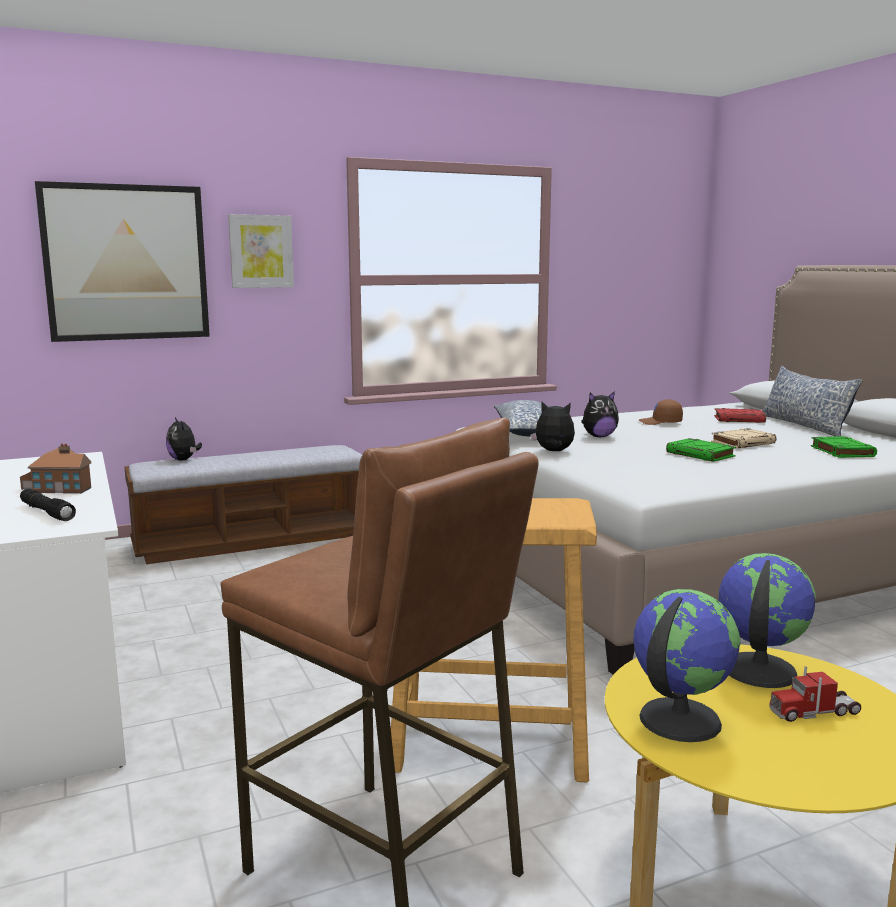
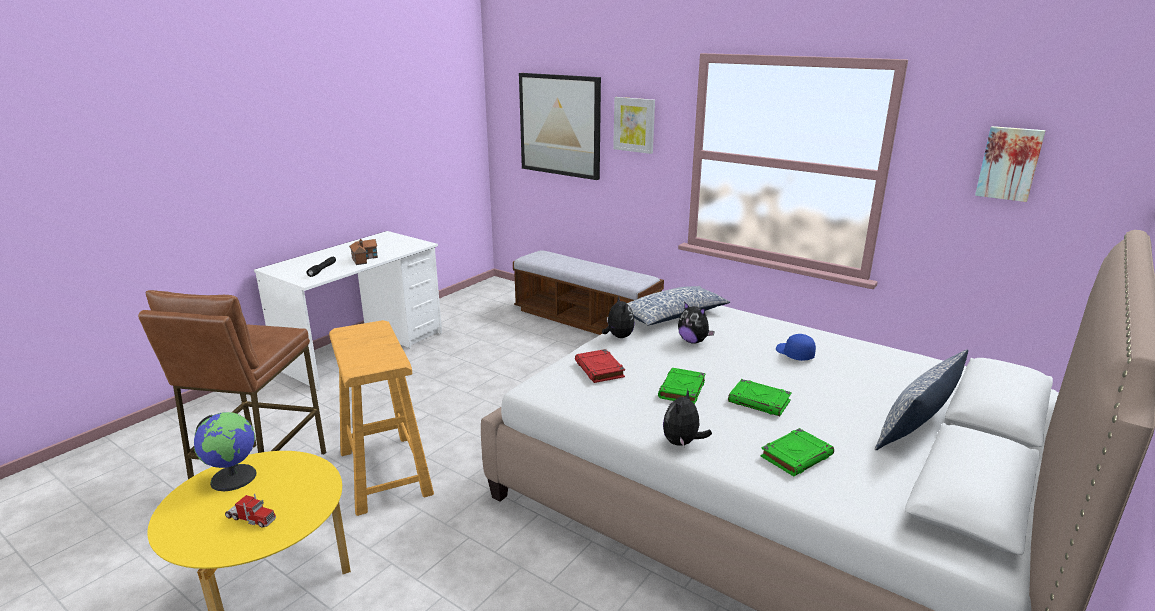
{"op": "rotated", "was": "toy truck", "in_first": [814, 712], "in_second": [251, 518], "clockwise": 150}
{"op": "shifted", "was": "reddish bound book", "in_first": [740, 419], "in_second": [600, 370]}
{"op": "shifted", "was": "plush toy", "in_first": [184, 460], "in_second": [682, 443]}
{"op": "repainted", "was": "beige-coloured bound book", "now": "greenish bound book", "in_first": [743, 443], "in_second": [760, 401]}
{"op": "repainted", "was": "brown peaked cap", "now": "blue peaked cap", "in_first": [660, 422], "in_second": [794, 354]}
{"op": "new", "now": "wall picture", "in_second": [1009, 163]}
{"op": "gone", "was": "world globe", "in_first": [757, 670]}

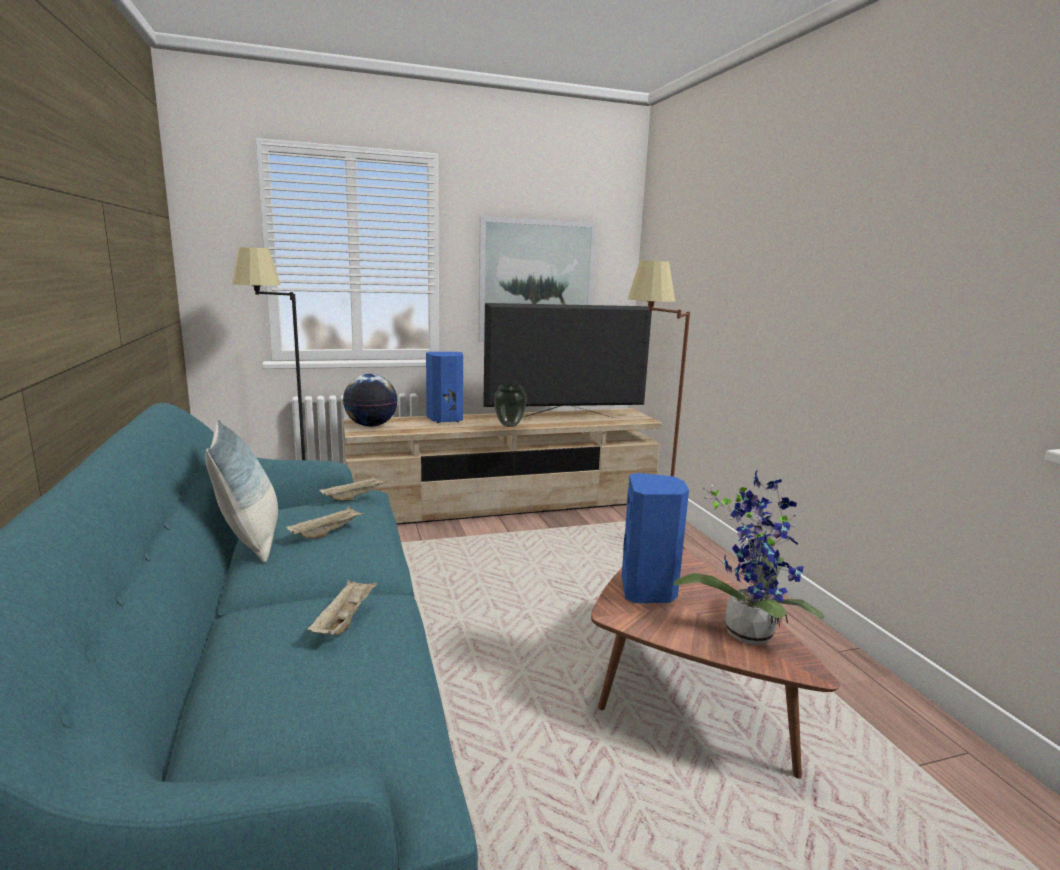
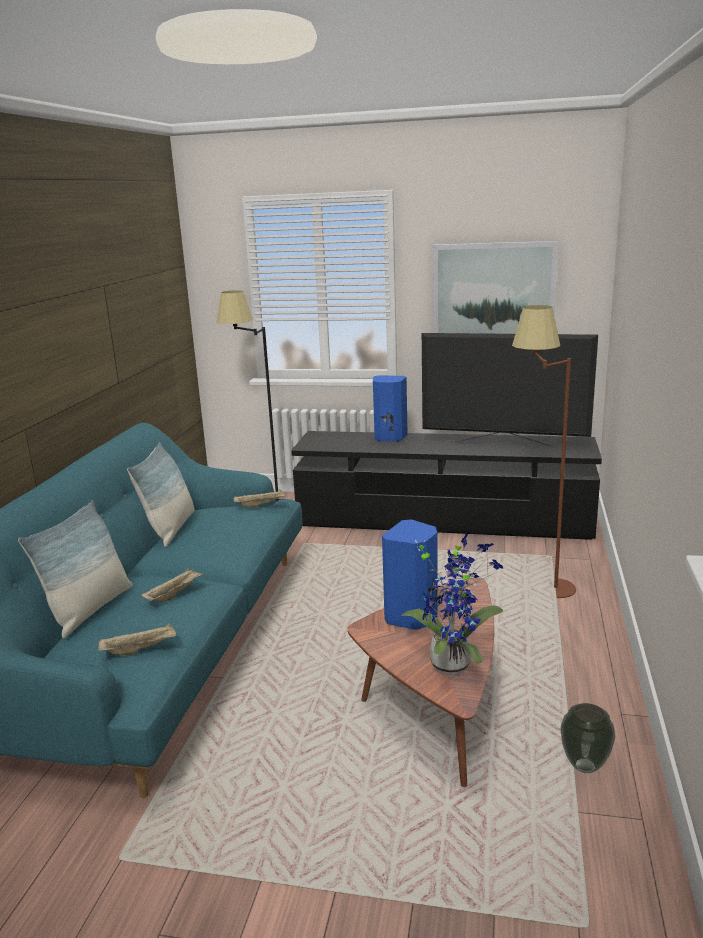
{"op": "new", "now": "throw pillow", "in_second": [89, 609]}
{"op": "shifted", "was": "beige-coloured serving tray", "in_first": [327, 533], "in_second": [140, 649]}
{"op": "repainted", "was": "beige-coloured tv stand", "now": "black-coloured tv stand", "in_first": [504, 503], "in_second": [443, 520]}
{"op": "shifted", "was": "vase", "in_first": [510, 425], "in_second": [585, 766]}
{"op": "gone", "was": "world globe", "in_first": [371, 425]}

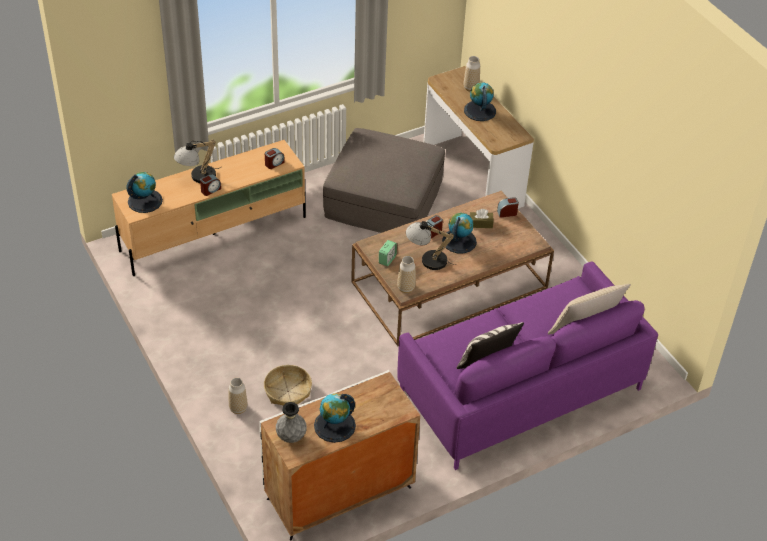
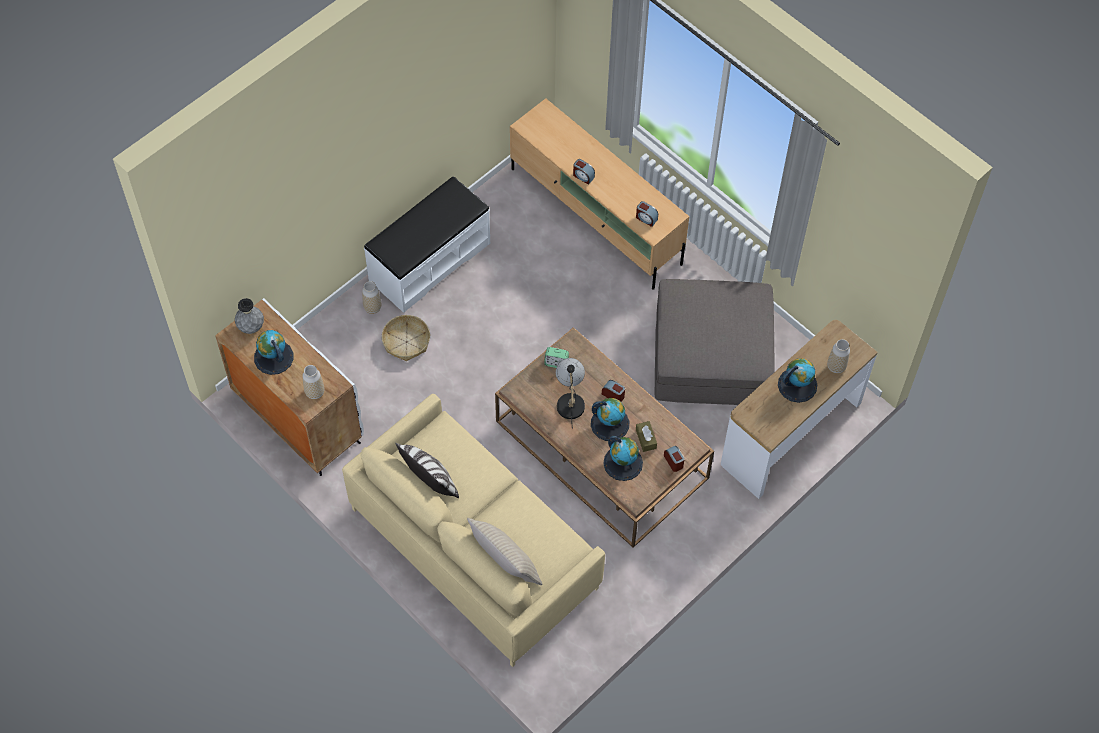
{"op": "shifted", "was": "vase", "in_first": [406, 288], "in_second": [315, 392]}
{"op": "repainted", "was": "purple-coloured couch", "now": "beige-coloured couch", "in_first": [520, 389], "in_second": [474, 548]}
{"op": "new", "now": "whitish long seat", "in_second": [429, 261]}
{"op": "shifted", "was": "world globe", "in_first": [145, 201], "in_second": [623, 463]}
{"op": "gone", "was": "table lamp", "in_first": [197, 178]}

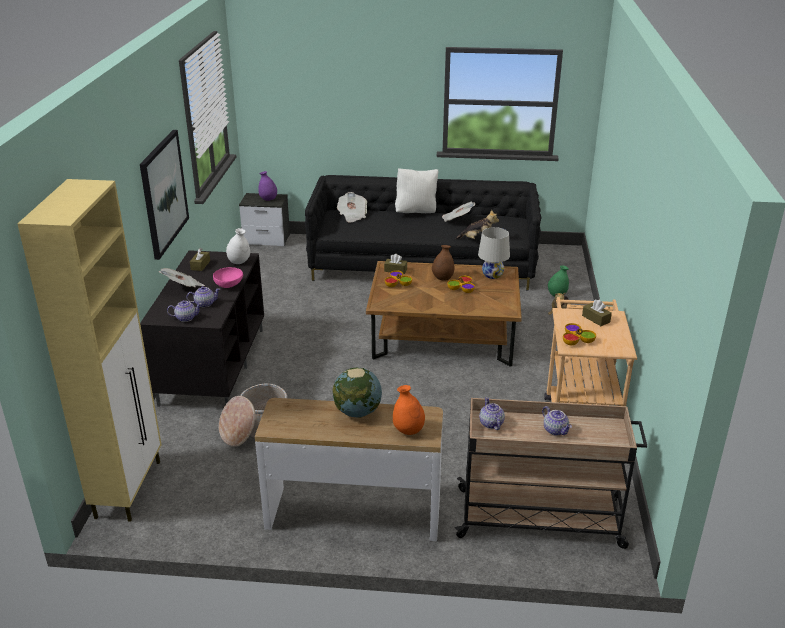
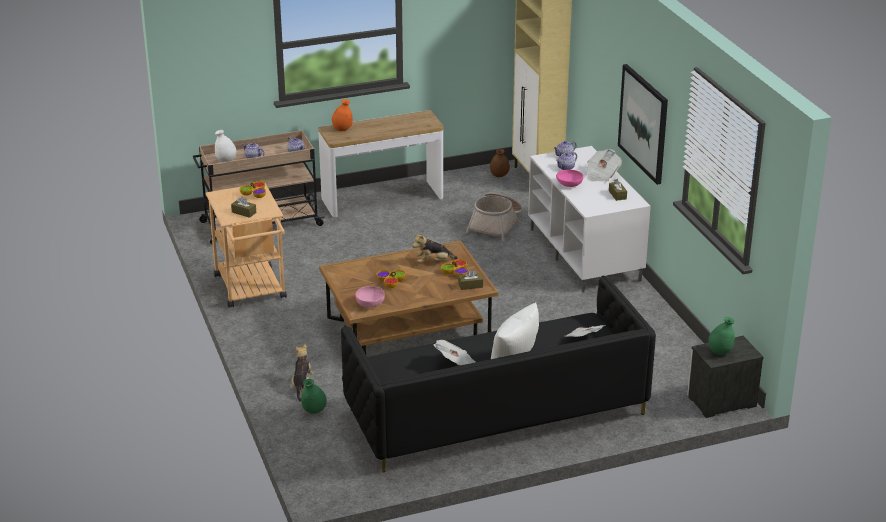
{"op": "shifted", "was": "whitish vase", "in_first": [239, 262], "in_second": [226, 161]}
{"op": "swapped", "was": "whitish table lamp", "now": "pinkish bowl", "in_first": [492, 275], "in_second": [370, 304]}
{"op": "shifted", "was": "plush toy", "in_first": [477, 240], "in_second": [433, 262]}
{"op": "shifted", "was": "brown vase", "in_first": [442, 278], "in_second": [499, 175]}
{"op": "repainted", "was": "black-coloured tv stand", "now": "whitish tv stand", "in_first": [212, 365], "in_second": [586, 255]}
{"op": "repainted", "was": "purple-coloured vase", "now": "greenish vase", "in_first": [268, 199], "in_second": [720, 352]}
{"op": "gone", "was": "world globe", "in_first": [357, 412]}

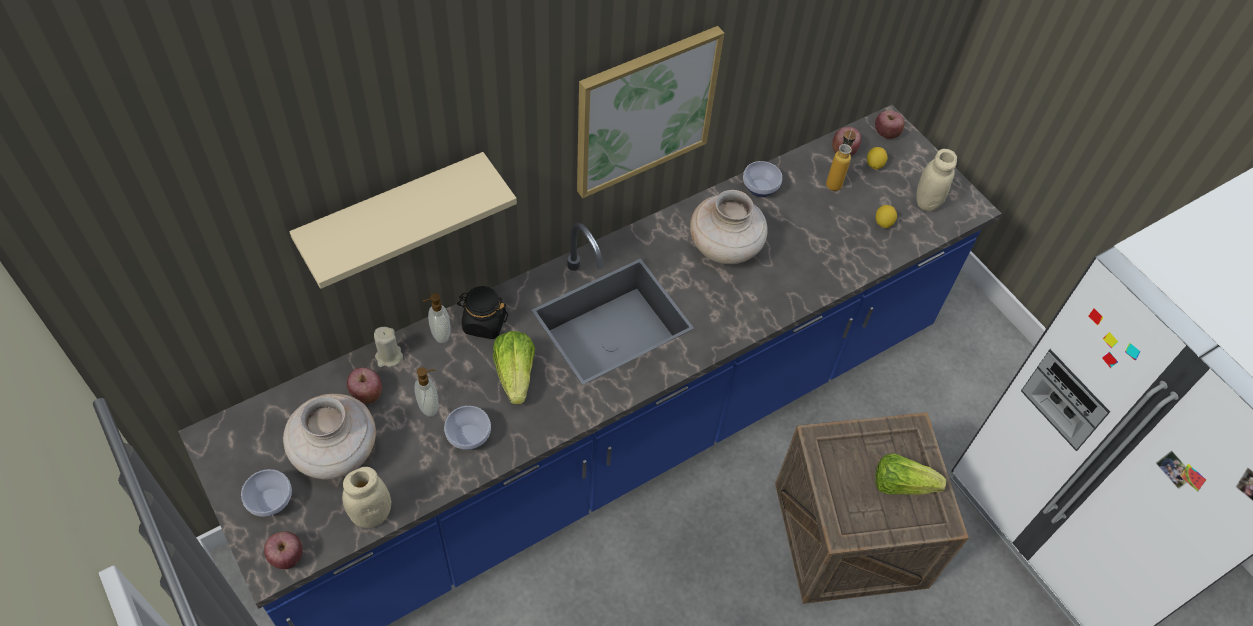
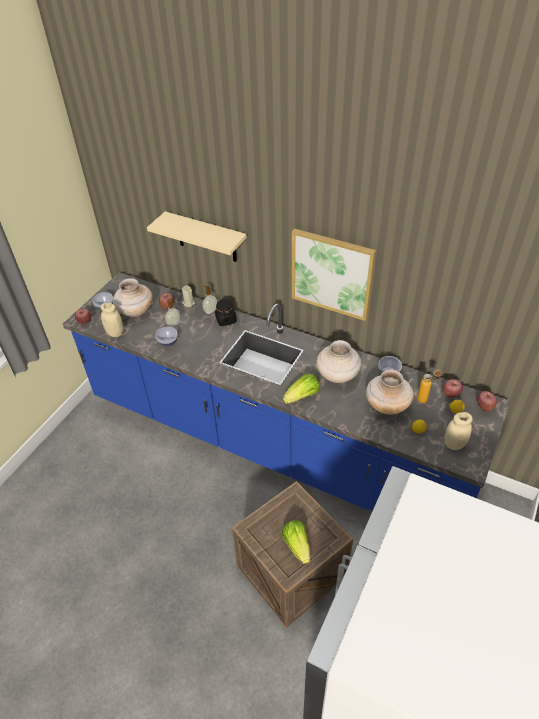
{"op": "shifted", "was": "head of lettuce", "in_first": [515, 374], "in_second": [302, 396]}
{"op": "new", "now": "beige-coloured vase", "in_second": [387, 405]}

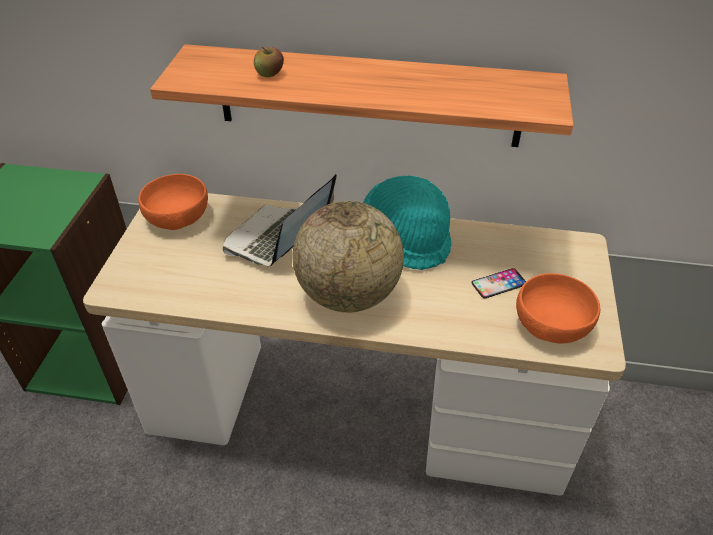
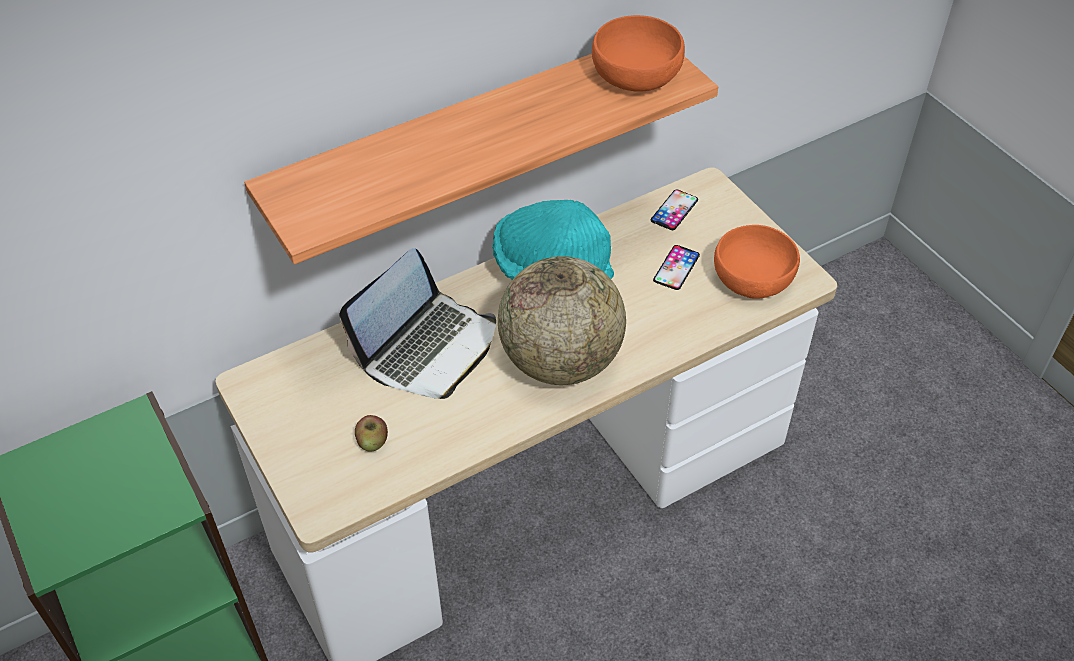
{"op": "rotated", "was": "notebook computer", "in_first": [278, 238], "in_second": [428, 347], "clockwise": -135}
{"op": "shifted", "was": "whole apple", "in_first": [270, 74], "in_second": [372, 442]}
{"op": "shifted", "was": "orangey bowl", "in_first": [178, 216], "in_second": [635, 75]}
{"op": "new", "now": "handset", "in_second": [674, 210]}

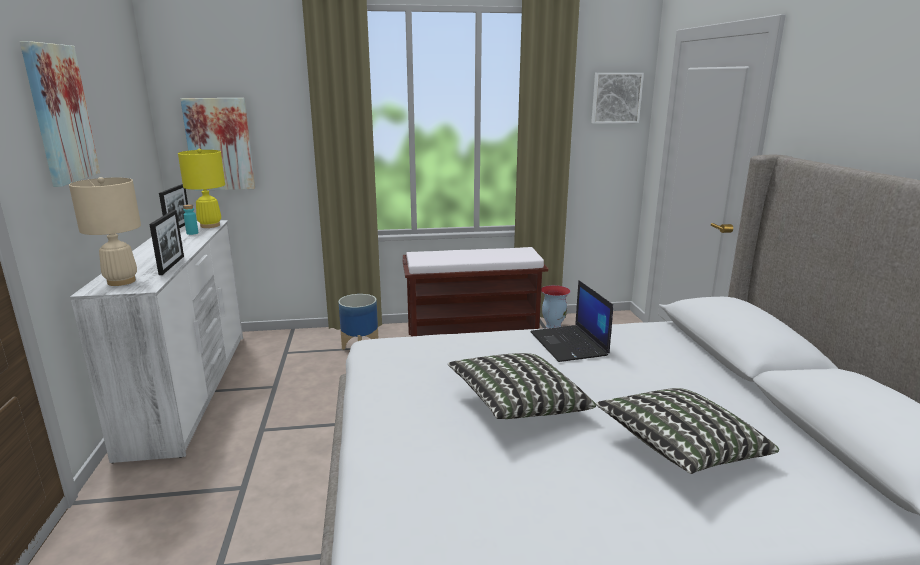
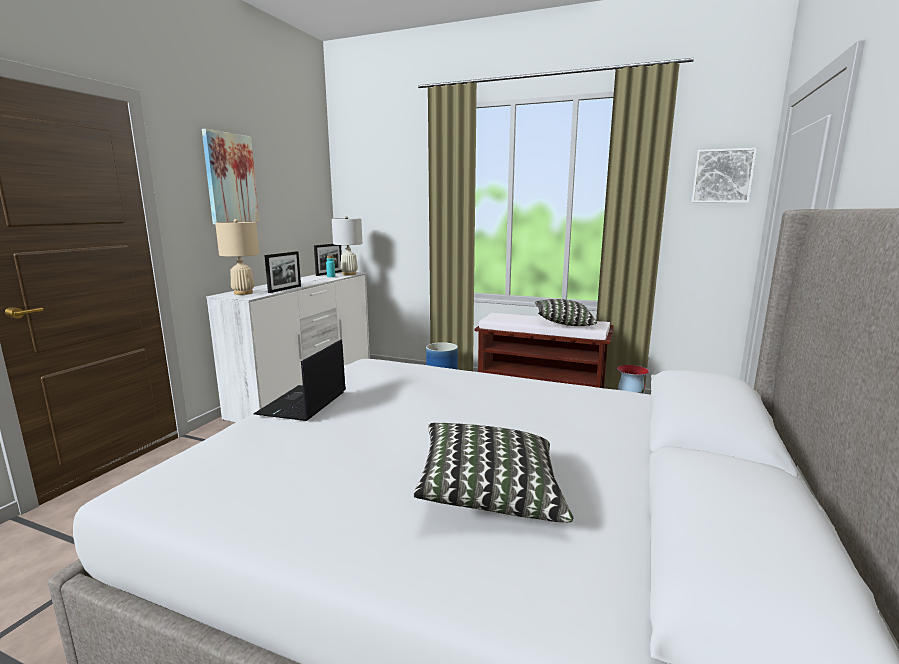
{"op": "shifted", "was": "notebook computer", "in_first": [570, 344], "in_second": [303, 404]}
{"op": "repainted", "was": "yellow table lamp", "now": "whitish table lamp", "in_first": [210, 225], "in_second": [349, 274]}
{"op": "shifted", "was": "throw pillow", "in_first": [517, 405], "in_second": [563, 324]}
{"op": "gone", "was": "wall picture", "in_first": [219, 144]}

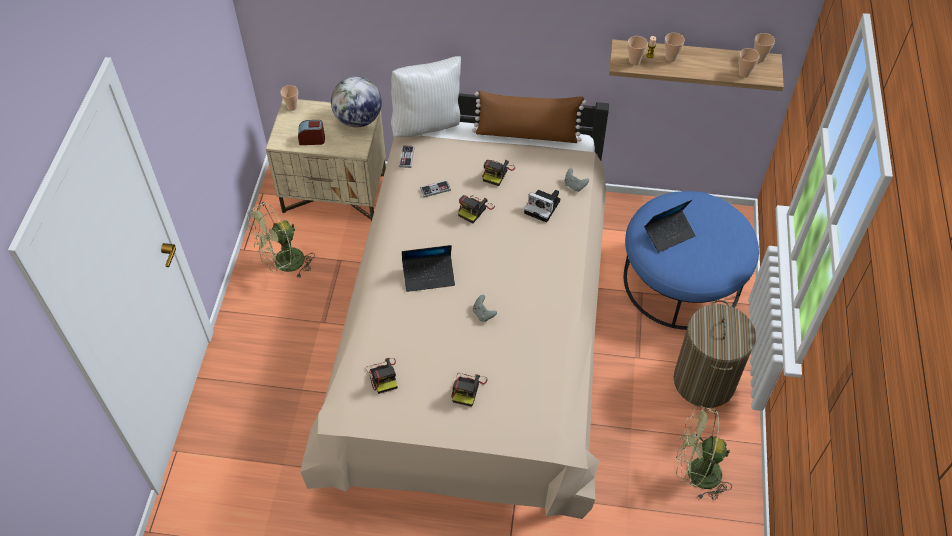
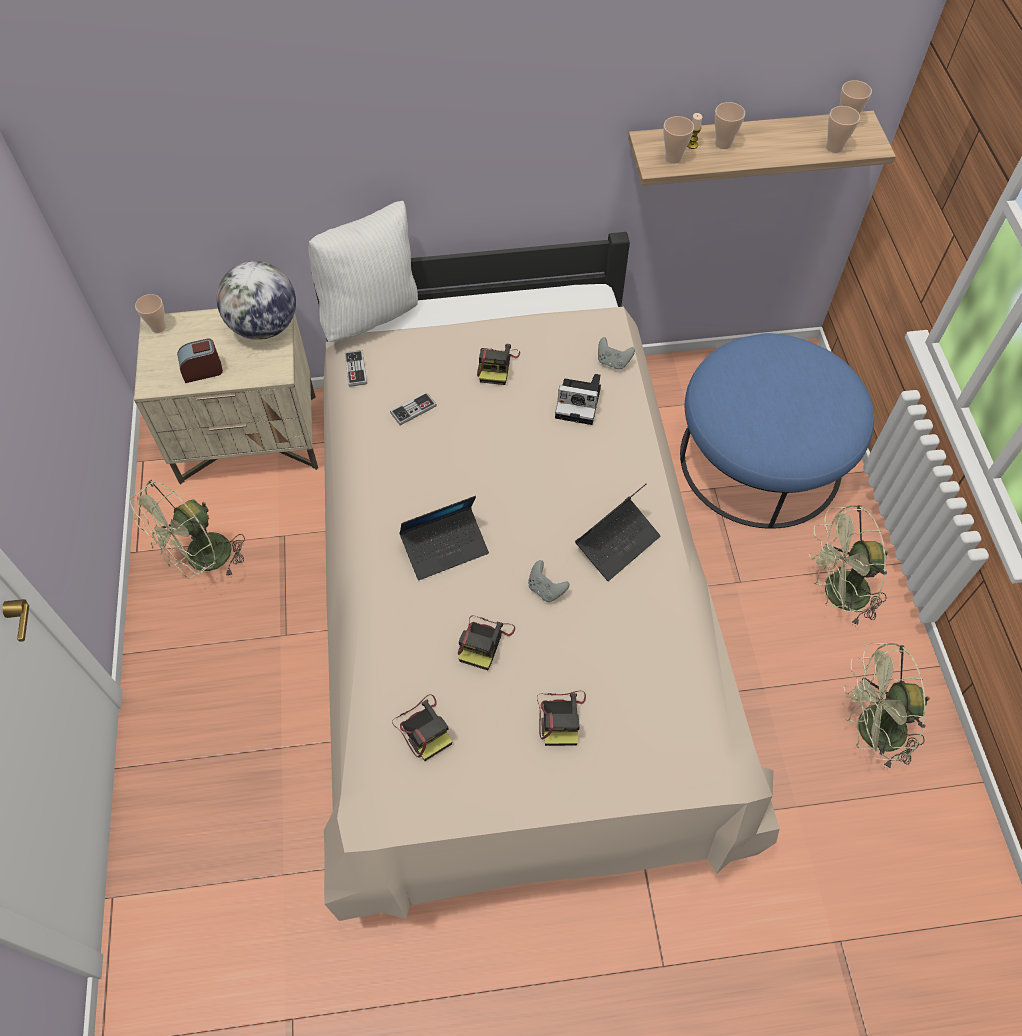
{"op": "shifted", "was": "photo camera", "in_first": [475, 209], "in_second": [484, 641]}
{"op": "shifted", "was": "notebook computer", "in_first": [669, 234], "in_second": [617, 543]}
{"op": "swapped", "was": "laundry basket", "now": "greenish fan", "in_first": [704, 381], "in_second": [837, 594]}
{"op": "gone", "was": "brown throw pillow", "in_first": [527, 134]}

